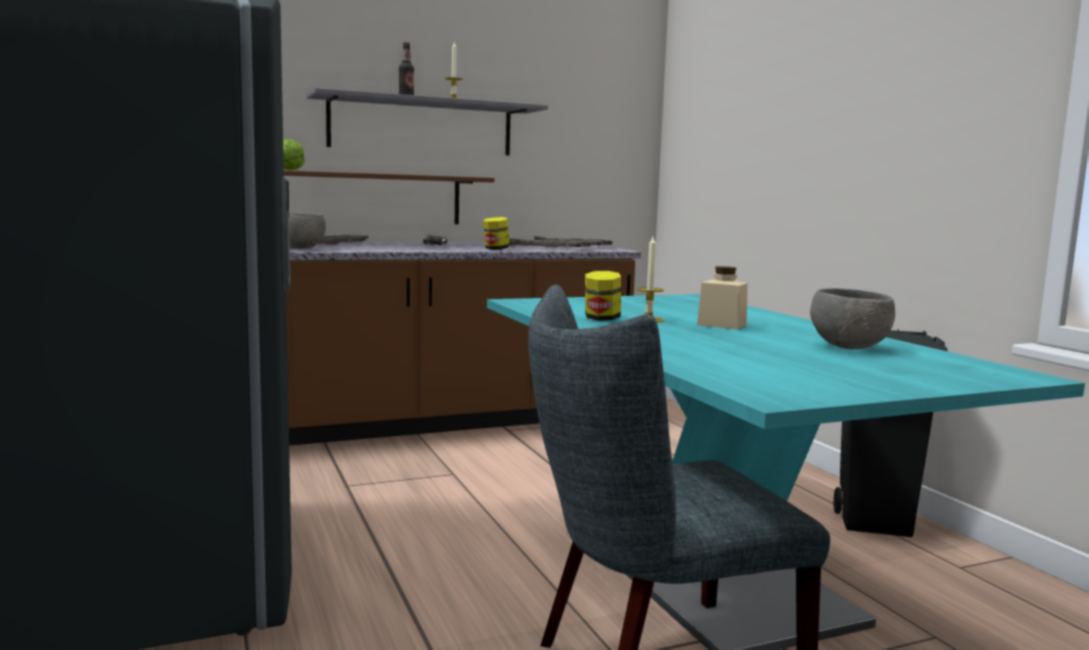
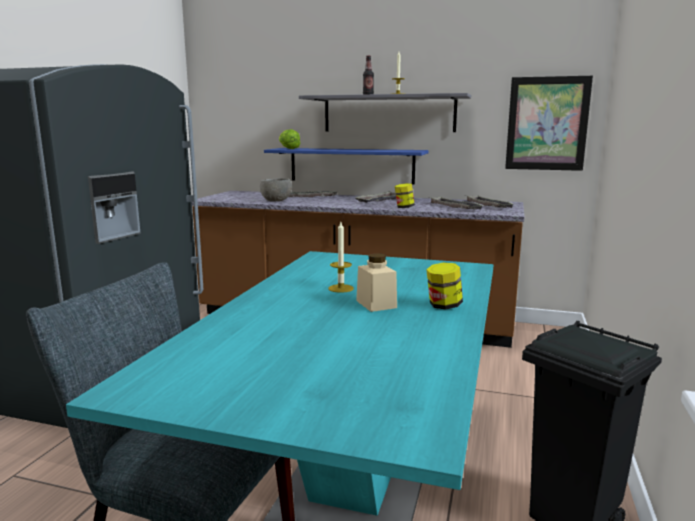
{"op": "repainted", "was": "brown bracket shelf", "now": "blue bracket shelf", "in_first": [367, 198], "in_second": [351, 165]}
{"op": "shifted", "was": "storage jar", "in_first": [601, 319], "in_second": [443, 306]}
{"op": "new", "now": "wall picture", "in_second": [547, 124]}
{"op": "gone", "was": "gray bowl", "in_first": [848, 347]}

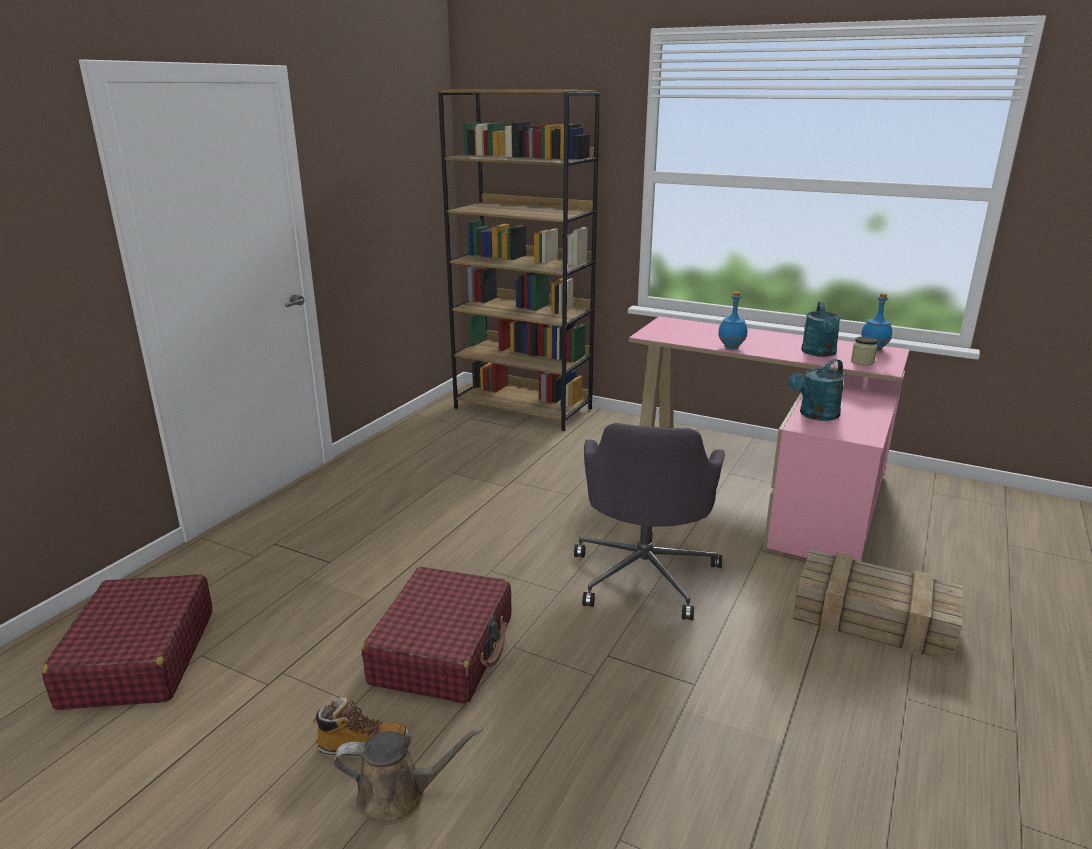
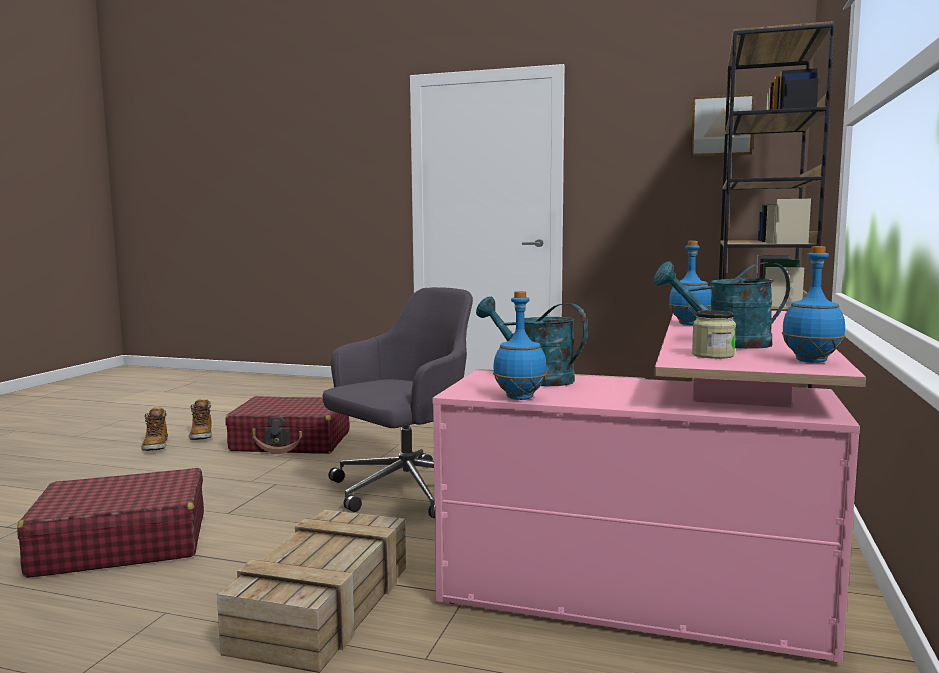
{"op": "shifted", "was": "reddish suitcase", "in_first": [139, 658], "in_second": [121, 544]}
{"op": "swapped", "was": "brown sprinkling can", "now": "boot", "in_first": [399, 796], "in_second": [156, 446]}
{"op": "rotated", "was": "gray office chair", "in_first": [645, 574], "in_second": [404, 492], "clockwise": 135}
{"op": "new", "now": "blue drink bottle", "in_second": [520, 398]}
{"op": "new", "now": "wall picture", "in_second": [722, 126]}

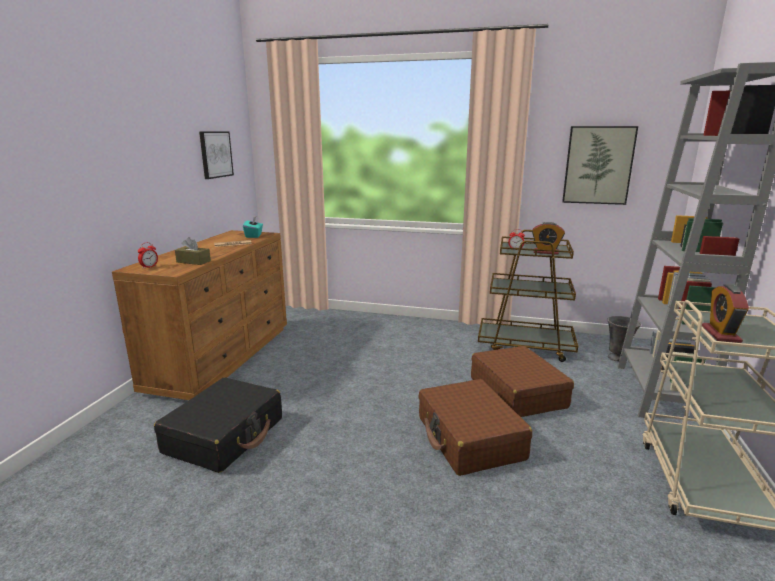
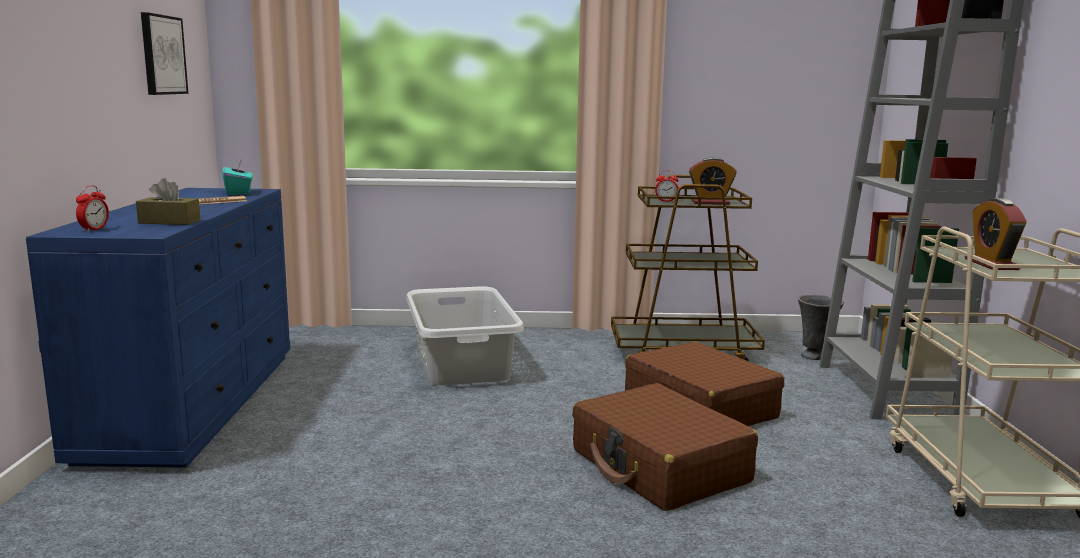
{"op": "repainted", "was": "brown chest of drawers", "now": "blue chest of drawers", "in_first": [223, 356], "in_second": [195, 403]}
{"op": "new", "now": "gray laundry basket", "in_second": [462, 362]}
{"op": "gone", "was": "black-coloured suitcase", "in_first": [225, 435]}
{"op": "gone", "was": "wall picture", "in_first": [598, 165]}

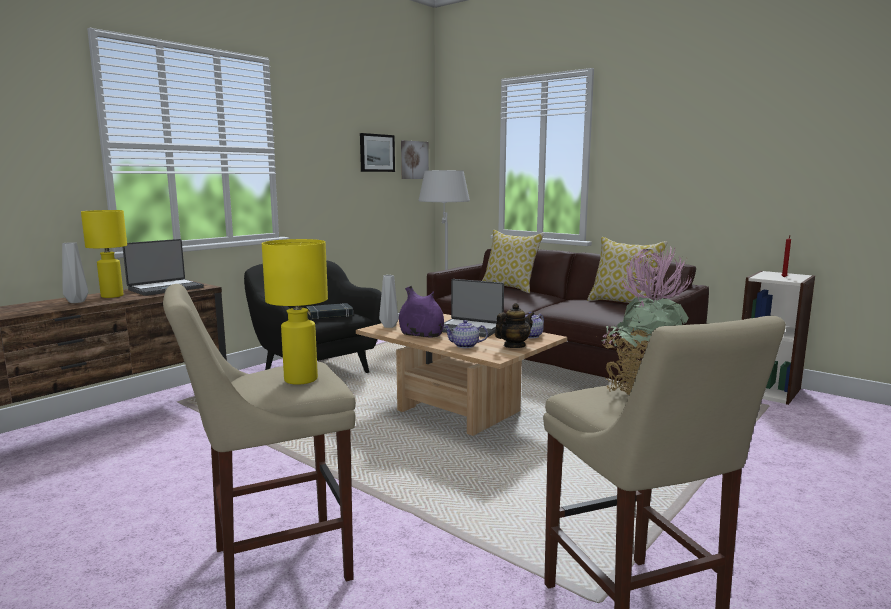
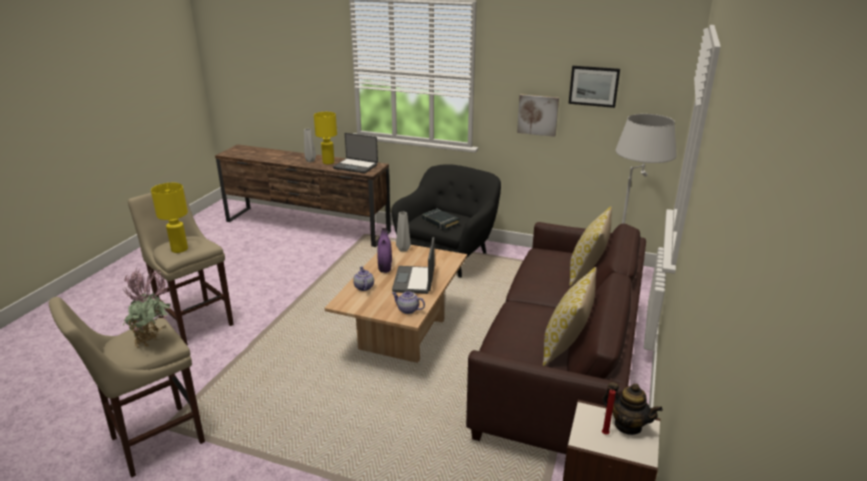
{"op": "shifted", "was": "wall picture", "in_first": [413, 160], "in_second": [538, 115]}
{"op": "shifted", "was": "pot for tea", "in_first": [514, 346], "in_second": [627, 425]}

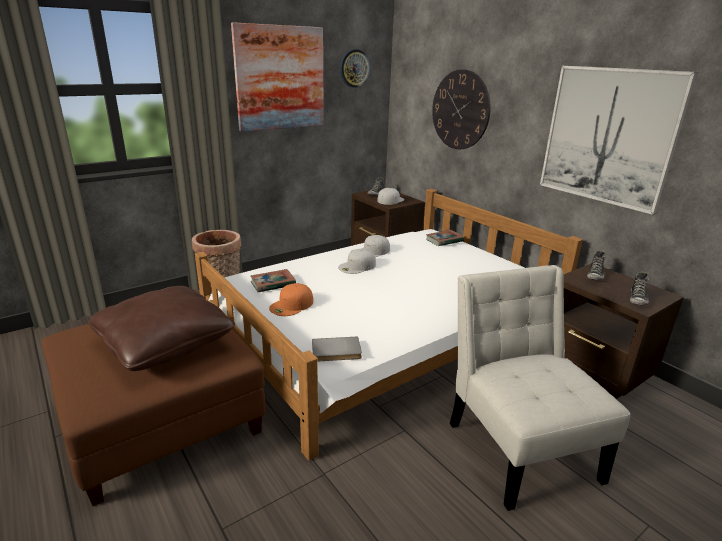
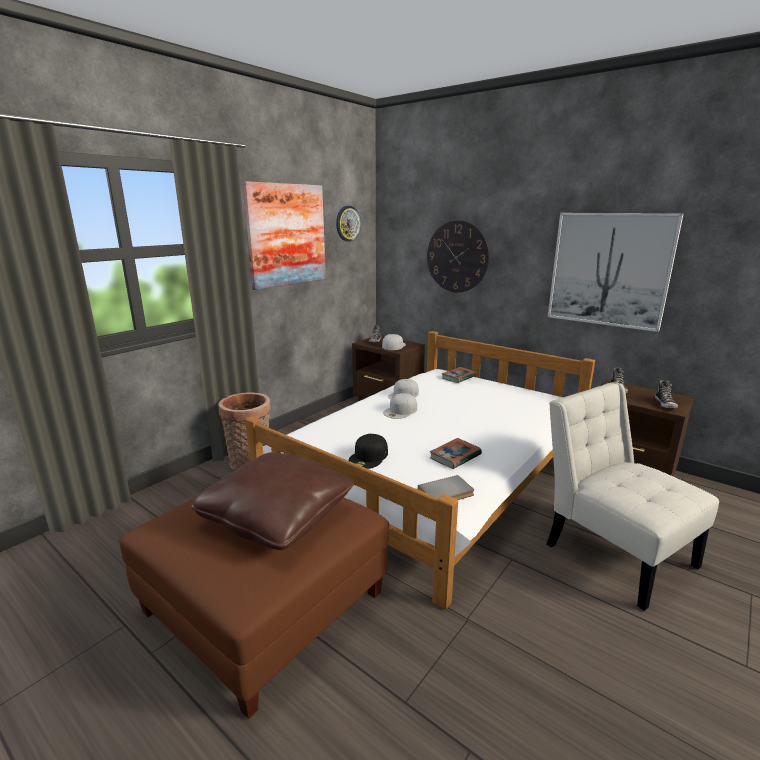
{"op": "repainted", "was": "orangey peaked cap", "now": "black-coloured peaked cap", "in_first": [292, 305], "in_second": [369, 457]}
{"op": "shifted", "was": "bound book", "in_first": [273, 283], "in_second": [455, 456]}

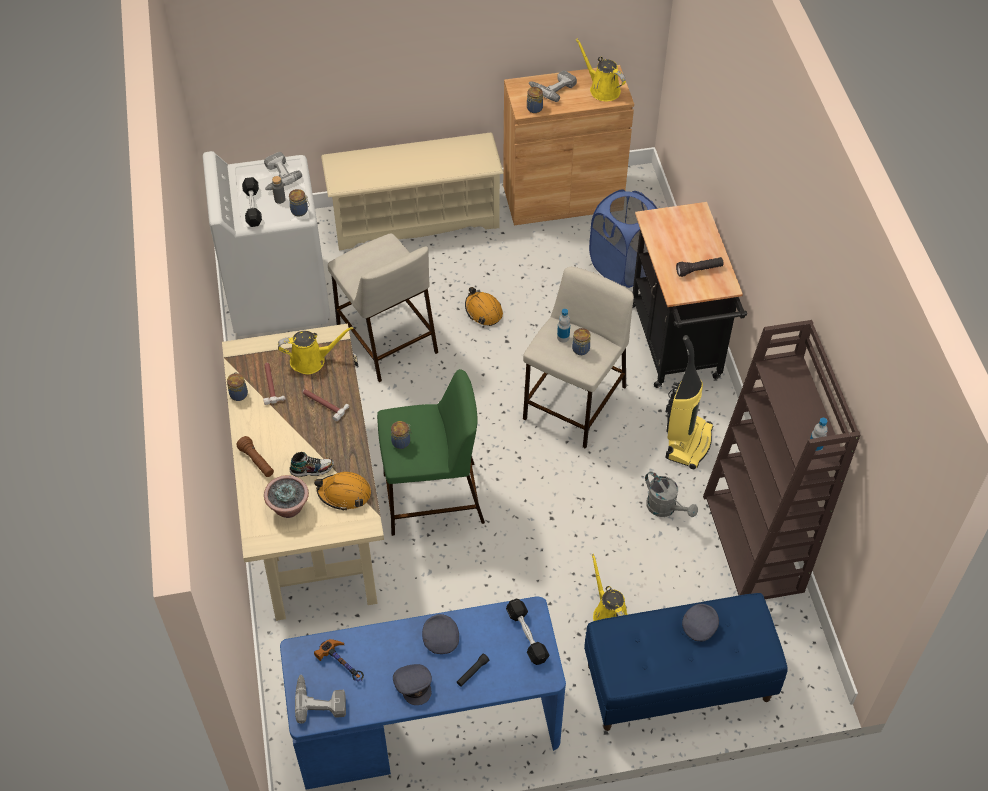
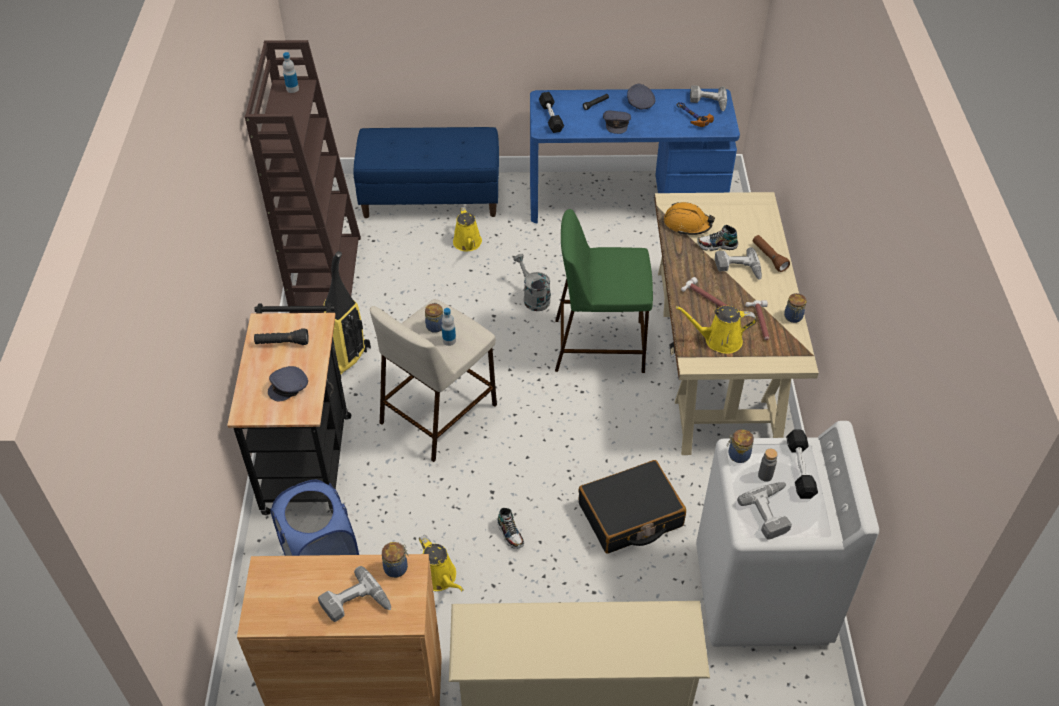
{"op": "shifted", "was": "gray peaked cap", "in_first": [700, 625], "in_second": [289, 387]}
{"op": "shifted", "was": "yellow sprinkling can", "in_first": [602, 89], "in_second": [440, 578]}
{"op": "swapped", "was": "orangey work helmet", "now": "item of footwear", "in_first": [483, 311], "in_second": [510, 533]}
{"op": "shifted", "was": "gray sprinkling can", "in_first": [665, 508], "in_second": [533, 298]}
{"op": "swapped", "was": "beige-coloured stool", "now": "black-coloured suitcase", "in_first": [386, 338], "in_second": [630, 515]}
{"op": "new", "now": "electric drill", "in_second": [738, 269]}
{"op": "gone", "was": "potted plant", "in_first": [289, 507]}
{"op": "gone", "was": "storage jar", "in_first": [402, 442]}

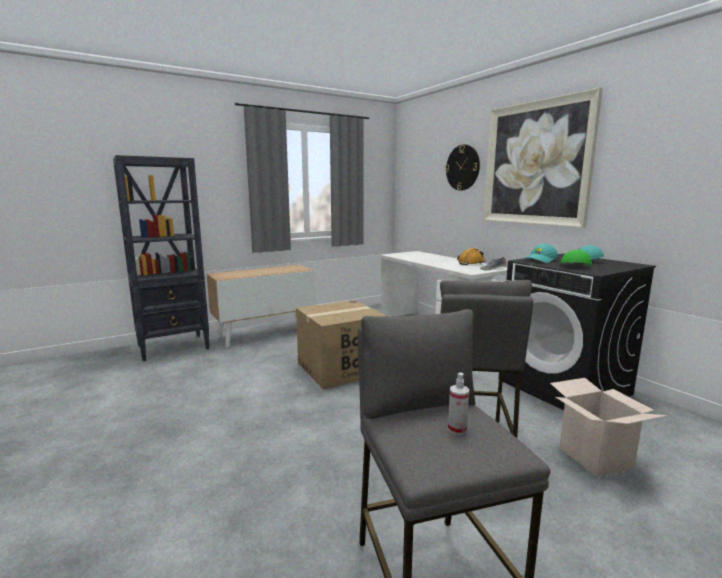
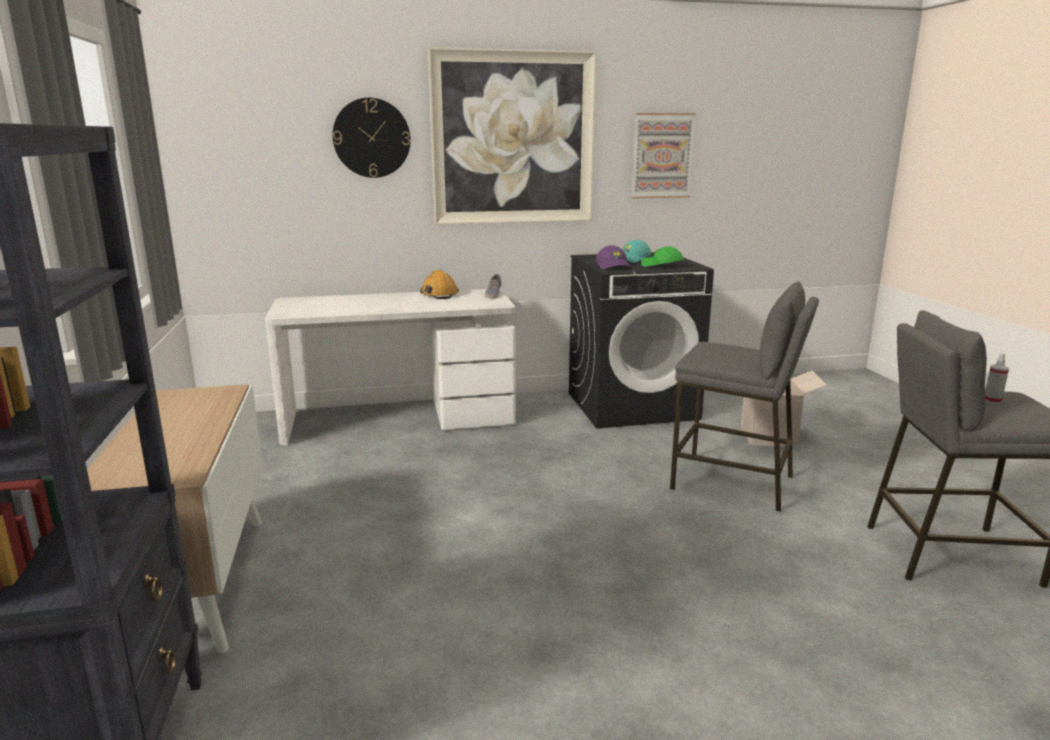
{"op": "repainted", "was": "blue-green peaked cap", "now": "purple-coloured peaked cap", "in_first": [540, 260], "in_second": [614, 266]}
{"op": "new", "now": "wall picture", "in_second": [662, 156]}
{"op": "gone", "was": "carton", "in_first": [340, 369]}

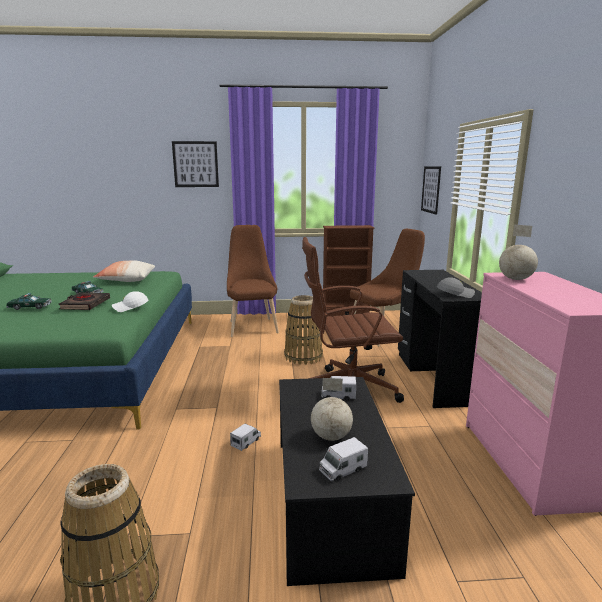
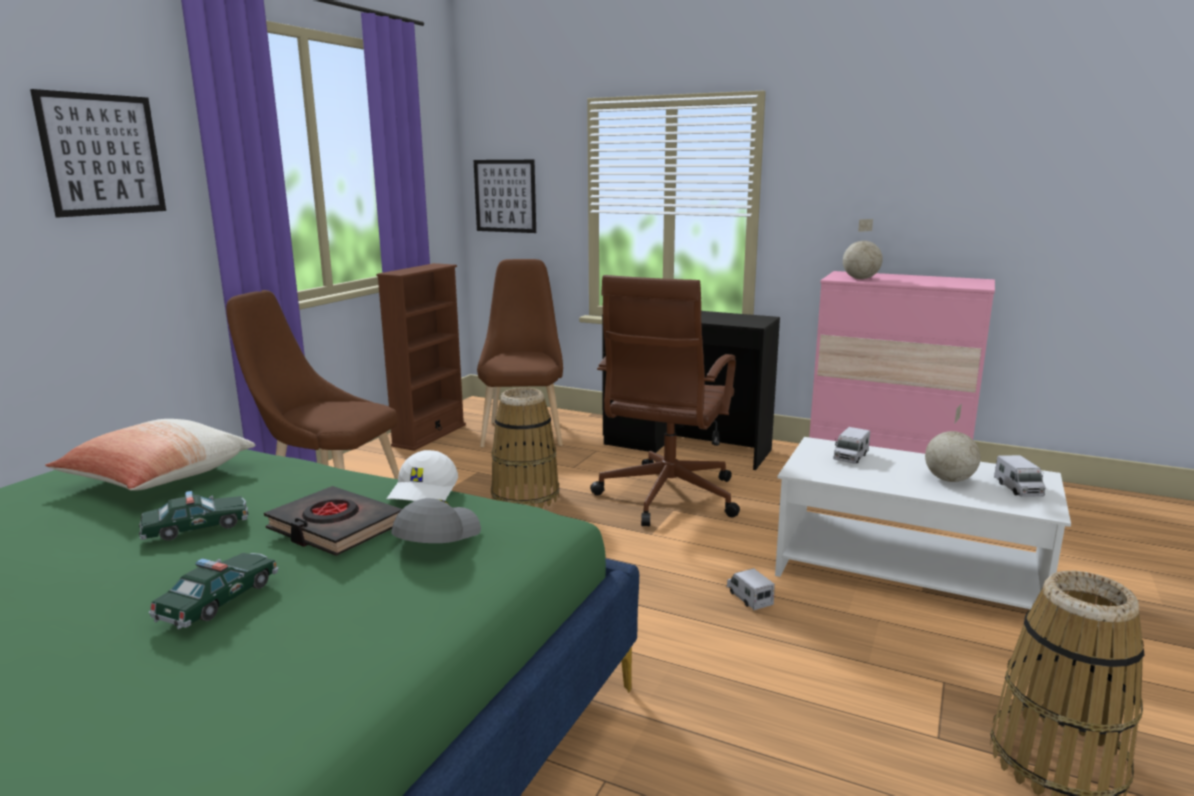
{"op": "shifted", "was": "gray peaked cap", "in_first": [455, 294], "in_second": [436, 536]}
{"op": "repainted", "was": "black-coloured coffee table", "now": "whitish coffee table", "in_first": [331, 500], "in_second": [908, 574]}

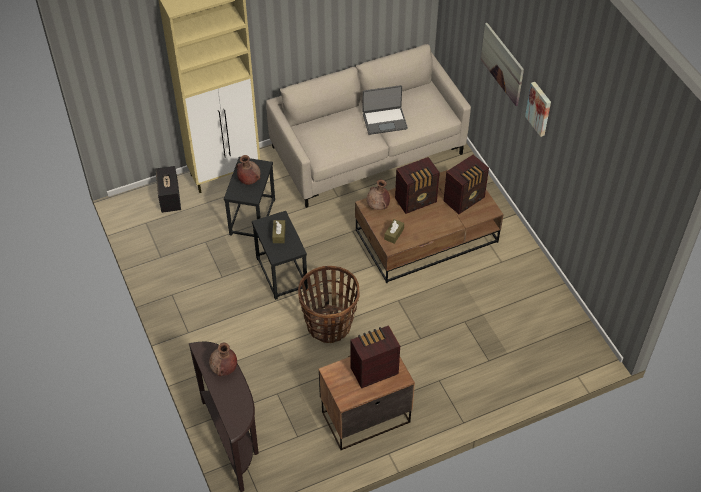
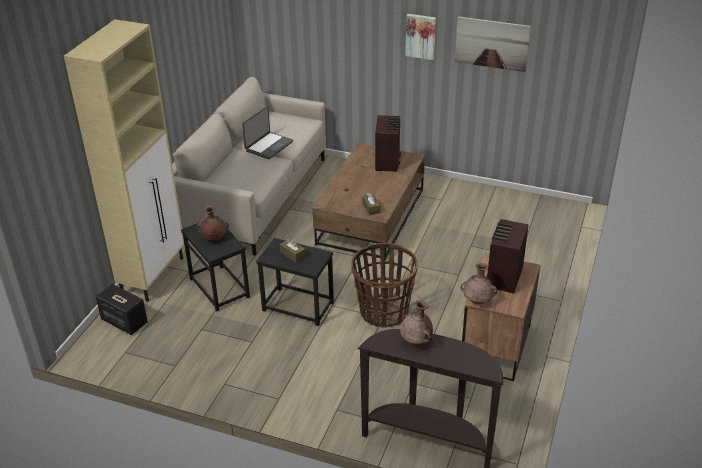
{"op": "shifted", "was": "wall picture", "in_first": [502, 63], "in_second": [492, 43]}
{"op": "shifted", "was": "brown vase", "in_first": [378, 206], "in_second": [478, 301]}
{"op": "gone", "was": "radio set", "in_first": [417, 200]}

